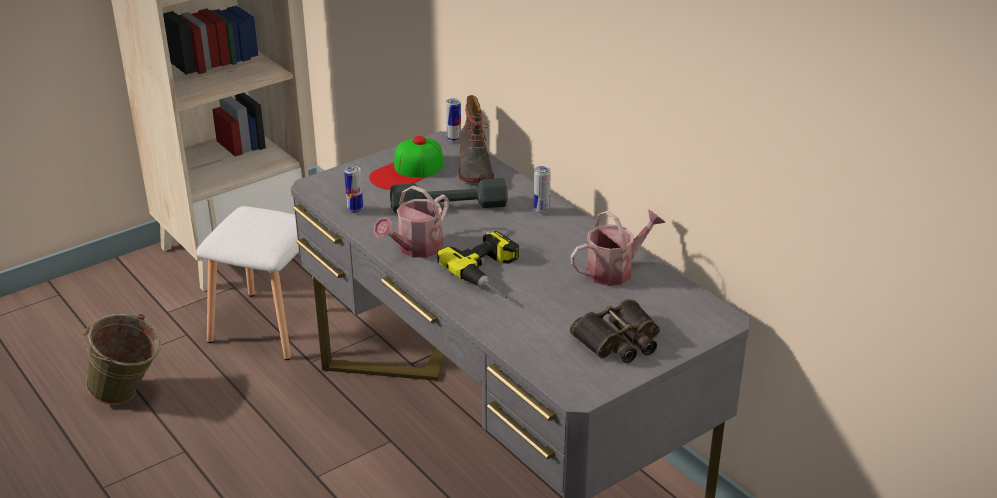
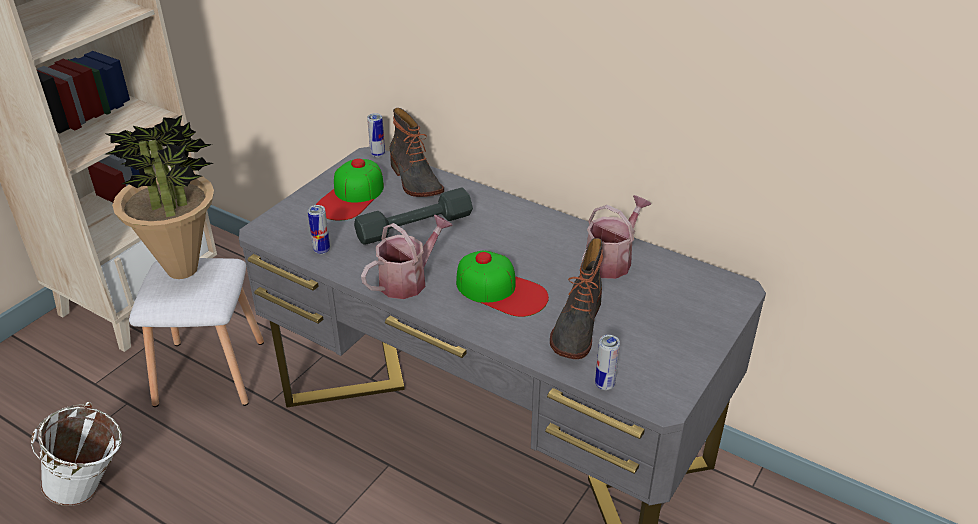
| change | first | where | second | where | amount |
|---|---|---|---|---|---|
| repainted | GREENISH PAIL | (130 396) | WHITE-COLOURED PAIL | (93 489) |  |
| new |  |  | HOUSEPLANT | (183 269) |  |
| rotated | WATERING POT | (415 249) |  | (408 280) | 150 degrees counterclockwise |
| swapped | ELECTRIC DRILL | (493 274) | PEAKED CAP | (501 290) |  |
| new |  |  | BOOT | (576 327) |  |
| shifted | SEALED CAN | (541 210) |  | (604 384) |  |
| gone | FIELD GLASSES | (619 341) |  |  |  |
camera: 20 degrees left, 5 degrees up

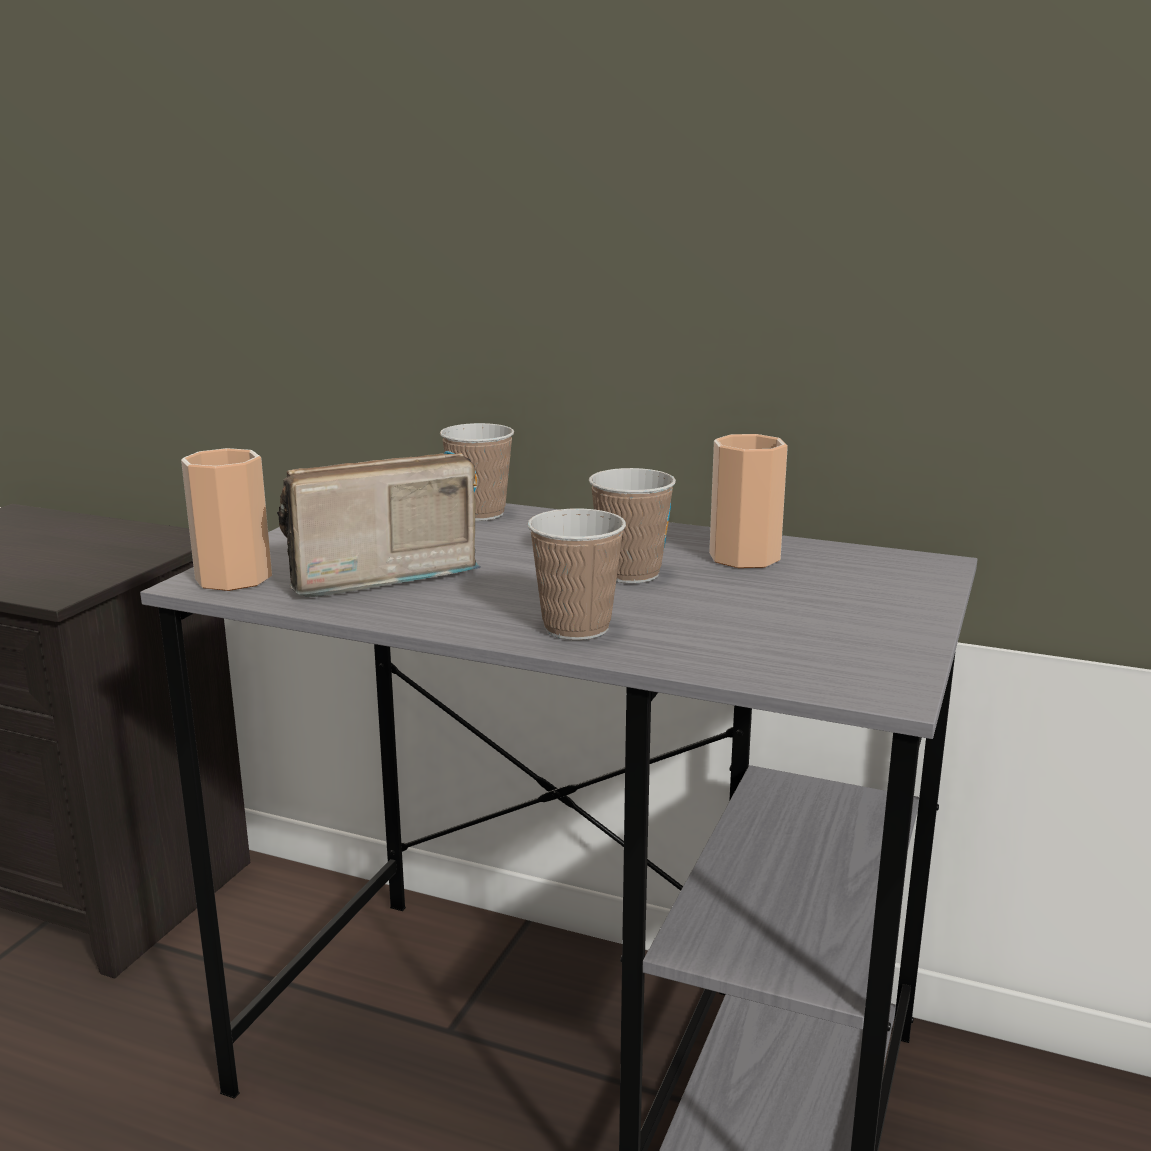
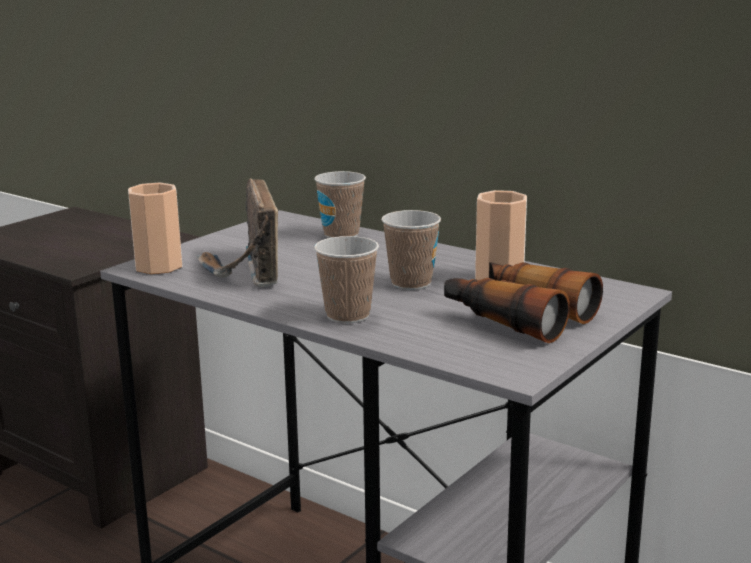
| change | first | where | second | where | amount |
|---|---|---|---|---|---|
| rotated | RADIO RECEIVER | (372 575) |  | (244 271) | 90 degrees counterclockwise |
| new |  |  | FIELD GLASSES | (517 316) |  |
camera: 15 degrees right, 0 degrees up

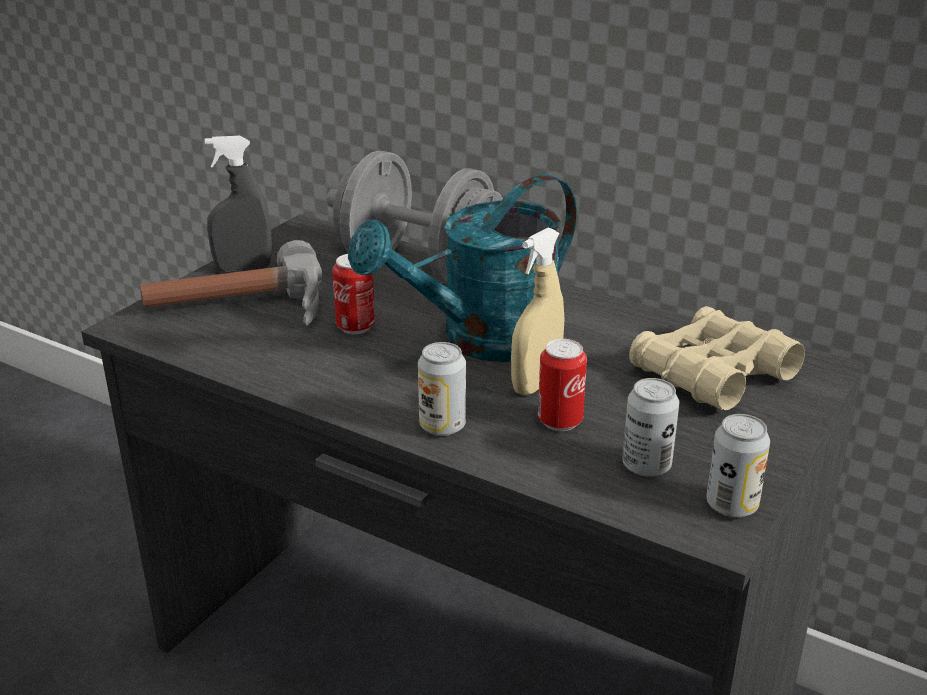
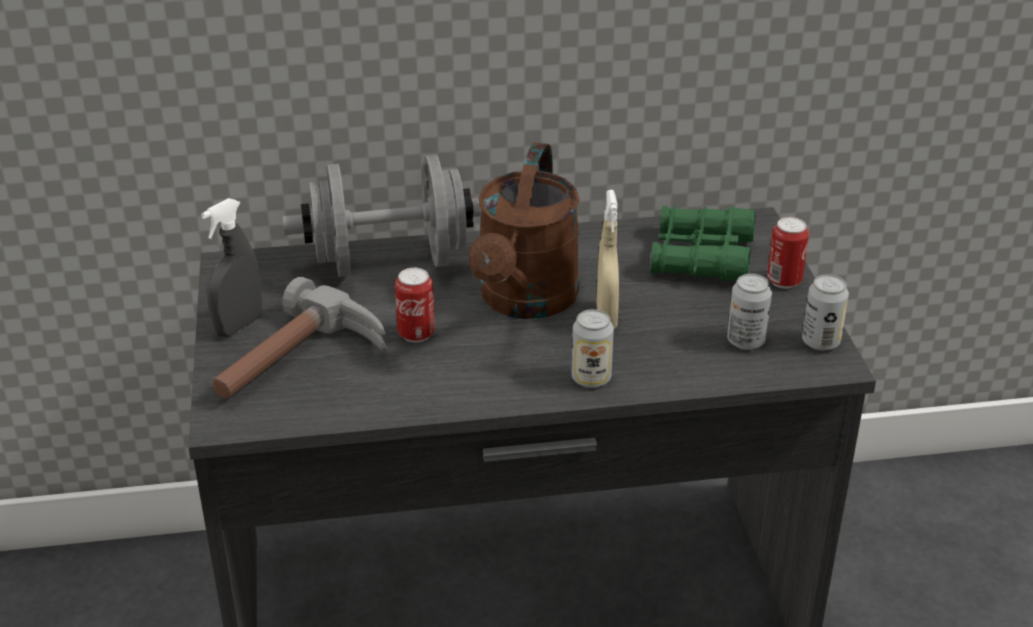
| change | first | where | second | where | amount |
|---|---|---|---|---|---|
| repainted | BLUE-GREEN WATERING POT | (482 341) | BROWNISH WATERING POT | (525 302) |  |
| repainted | BEIGE FIELD GLASSES | (712 374) | GREENISH FIELD GLASSES | (701 257) |  |
| shifted | SEALED CAN | (560 421) |  | (784 281) |  |
camera: 40 degrees left, 5 degrees up

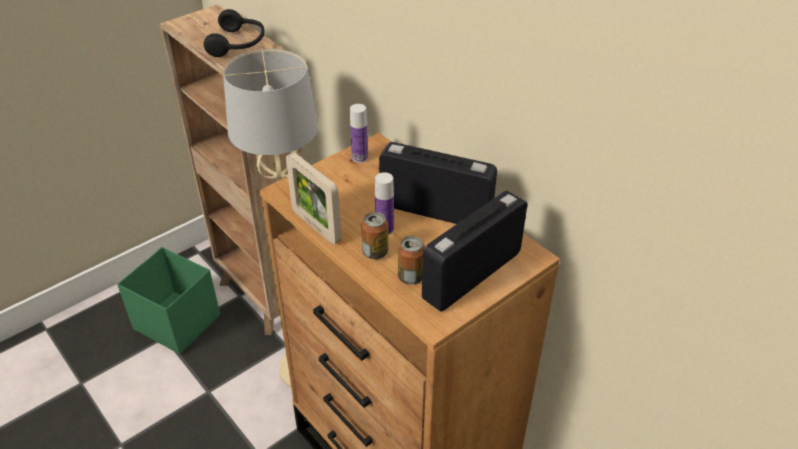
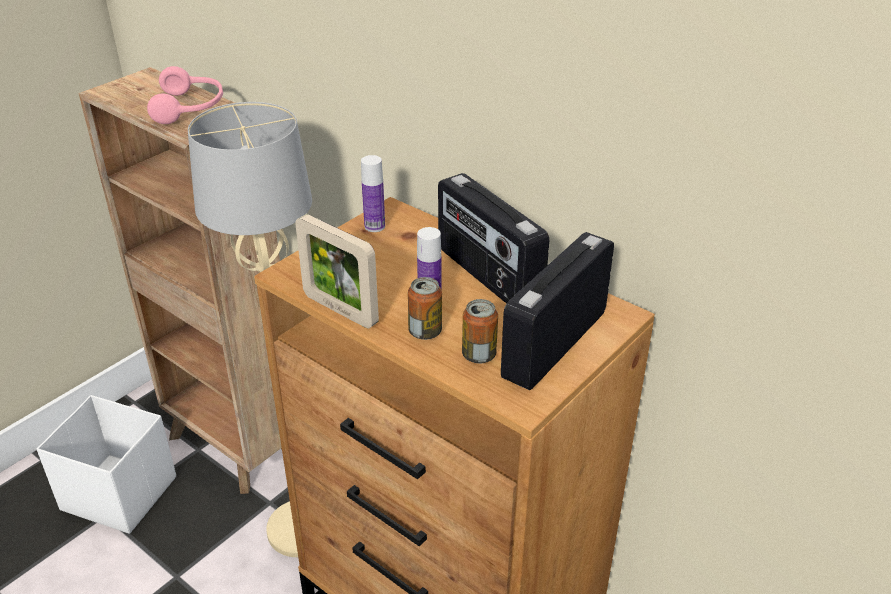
| change | first | where | second | where | amount |
|---|---|---|---|---|---|
| repainted | GREENISH STORAGE CONTAINER | (177 321) | WHITE-COLOURED STORAGE CONTAINER | (118 493) |  |
| repainted | BLACK-COLOURED HEADPHONES | (239 44) | PINK HEADPHONES | (190 108) |  |
| rotated | RADIO RECEIVER | (436 210) |  | (487 276) | 135 degrees counterclockwise |
camera: 10 degrees left, 5 degrees down

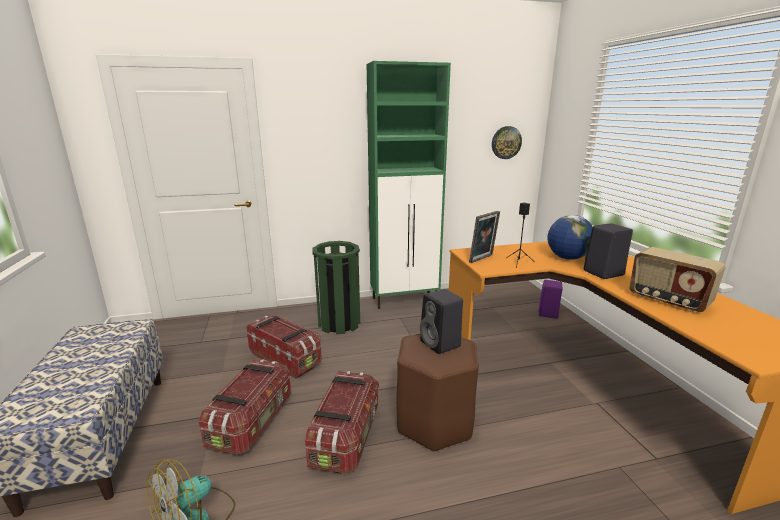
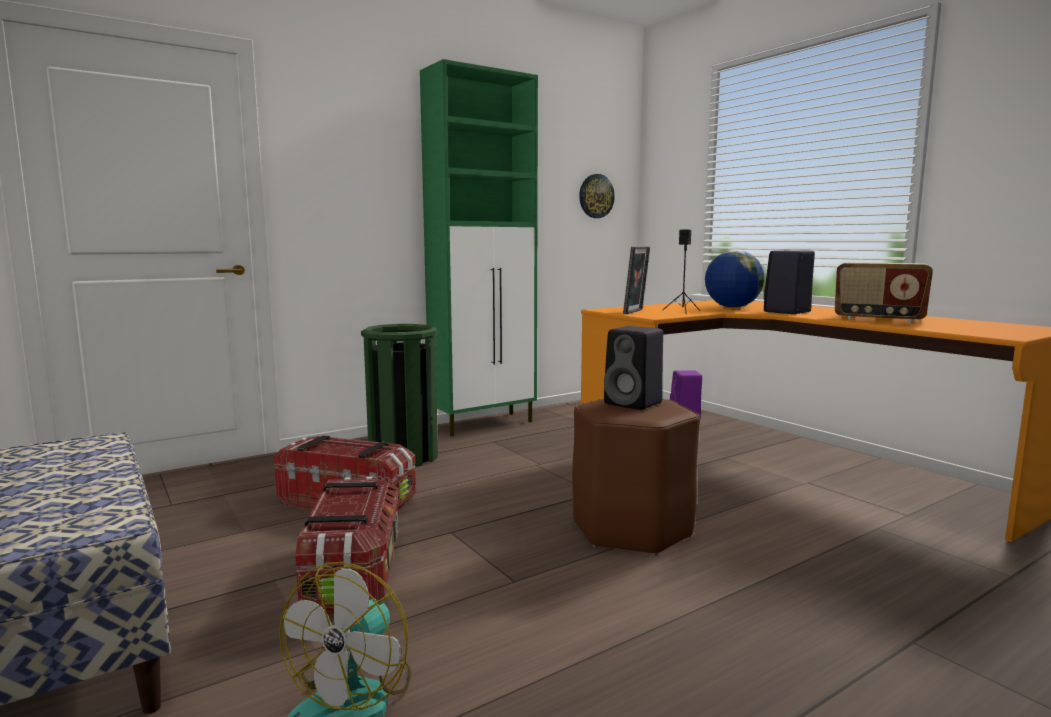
| change | first | where | second | where | amount |
|---|---|---|---|---|---|
| gone | STORAGE CONTAINER | (346 436) |  |  |  |
camera: 20 degrees left, 10 degrees down

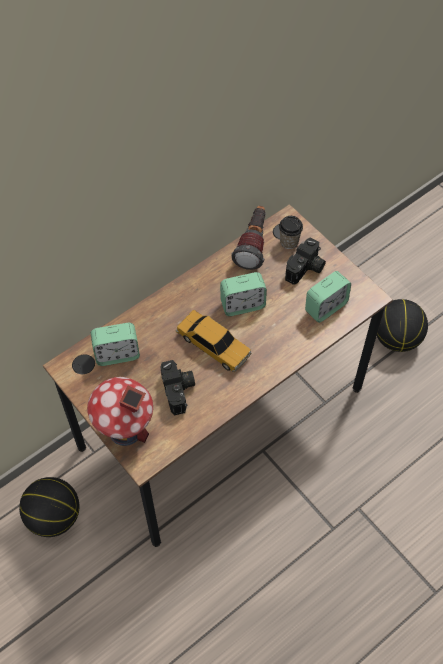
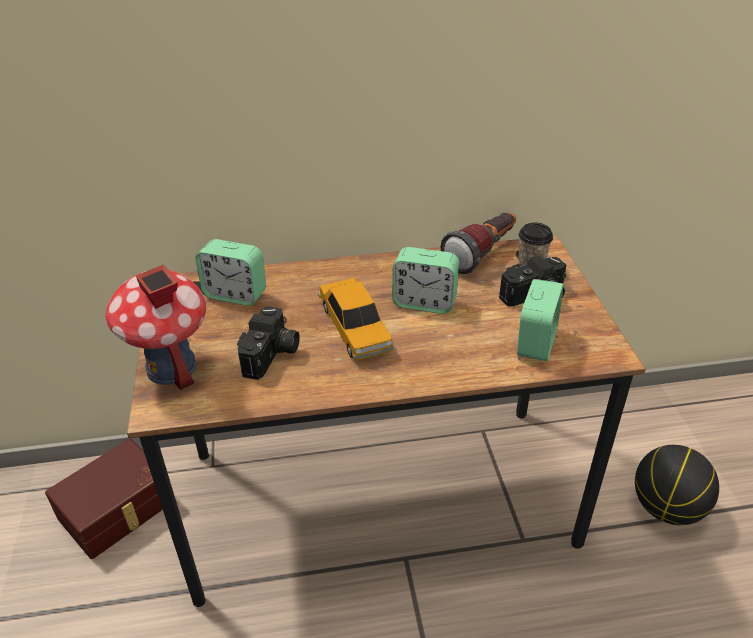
| change | first | where | second | where | amount |
|---|---|---|---|---|---|
| swapped | BASKETBALL | (54 516) | BROWNISH STORAGE CONTAINER | (118 511) |  |
| rotated | BEDSIDE CLOCK | (325 307) |  | (536 342) | 60 degrees counterclockwise |
camera: 30 degrees right, 20 degrees down

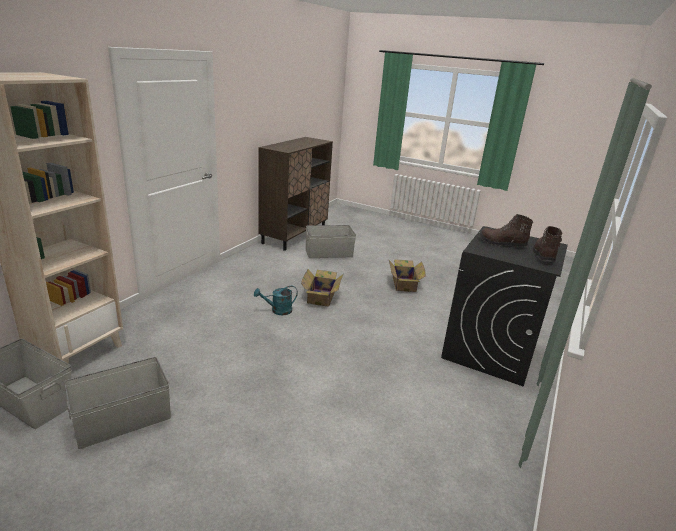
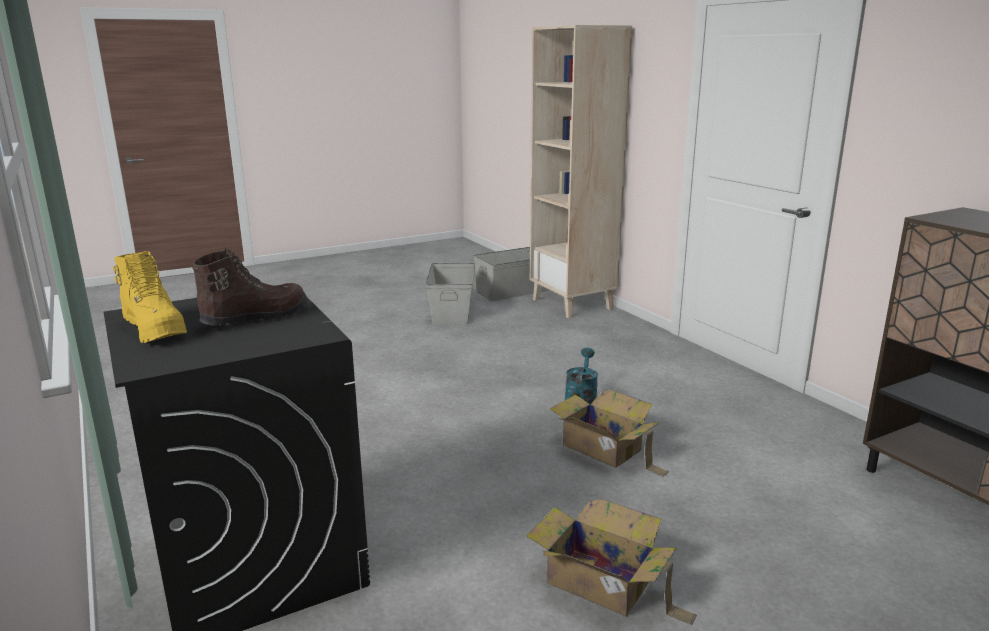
| change | first | where | second | where | amount |
|---|---|---|---|---|---|
| repainted | BROWNISH BOOT | (543 255) | YELLOW-COLOURED BOOT | (155 330) |  |
| gone | GREY STORAGE CONTAINER | (329 253) |  |  |  |
camera: 125 degrees right, 5 degrees down

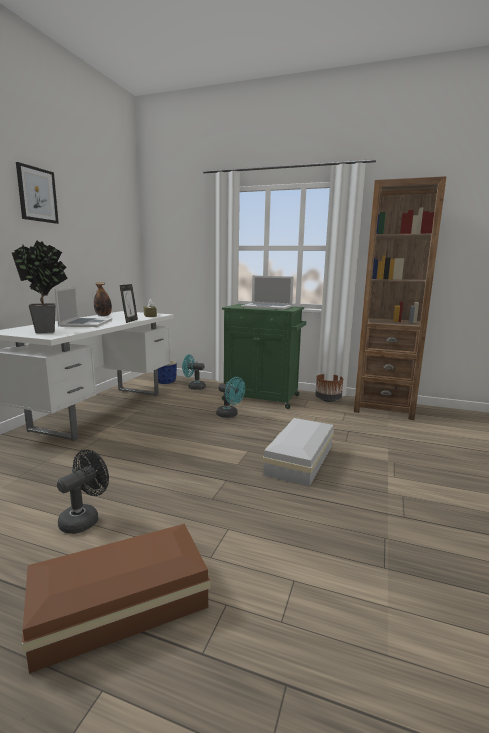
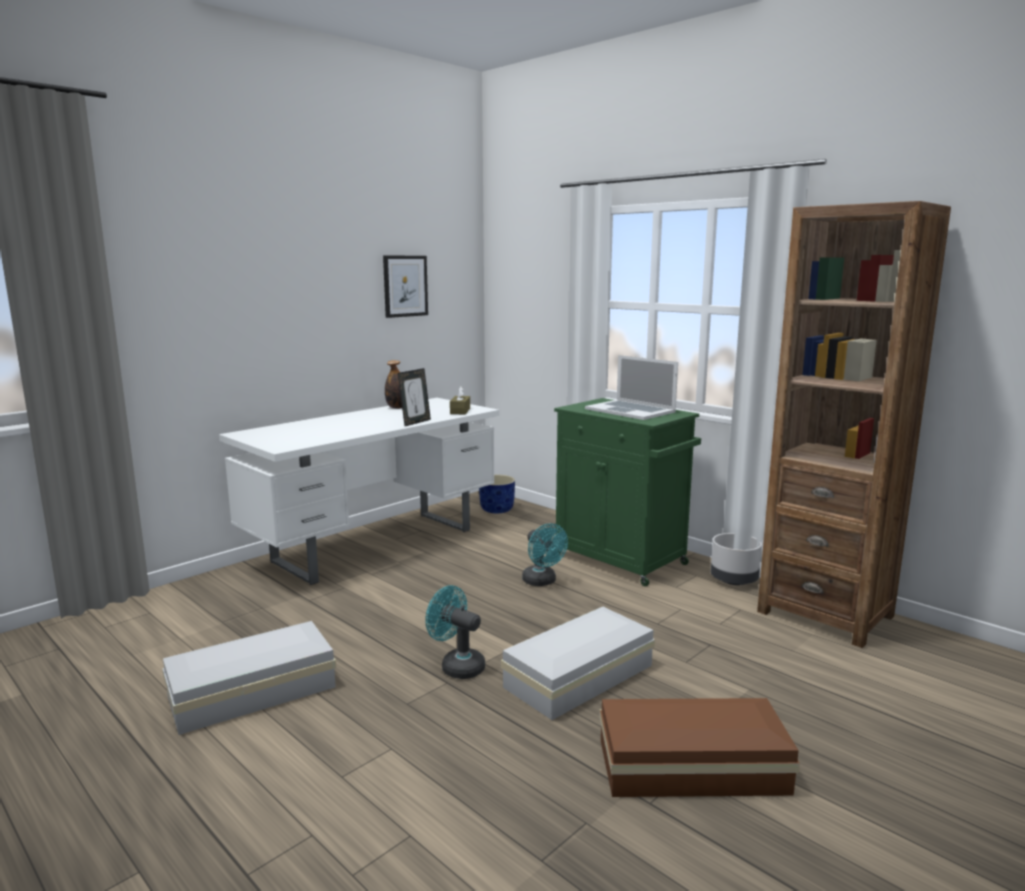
| change | first | where | second | where | amount |
|---|---|---|---|---|---|
| swapped | BLACK-COLOURED COOLING FAN | (84 519) | WHITE-COLOURED STORAGE CONTAINER | (249 691) |  |
| shifted | WALL PICTURE | (37 194) |  | (405 286) |  |
| shifted | BLUE-GREEN COOLING FAN | (193 387) |  | (457 666) |  |
| shifted | BROWNISH STORAGE CONTAINER | (123 606) |  | (695 768) |  |
| repainted | BROWNISH PLANTER | (328 400) | GREY PLANTER | (734 581) |  |
| gone | HOUSEPLANT | (49 331) |  |  |  |
| gone | NOTEBOOK COMPUTER | (86 323) |  |  |  |
camera: 25 degrees right, 0 degrees up

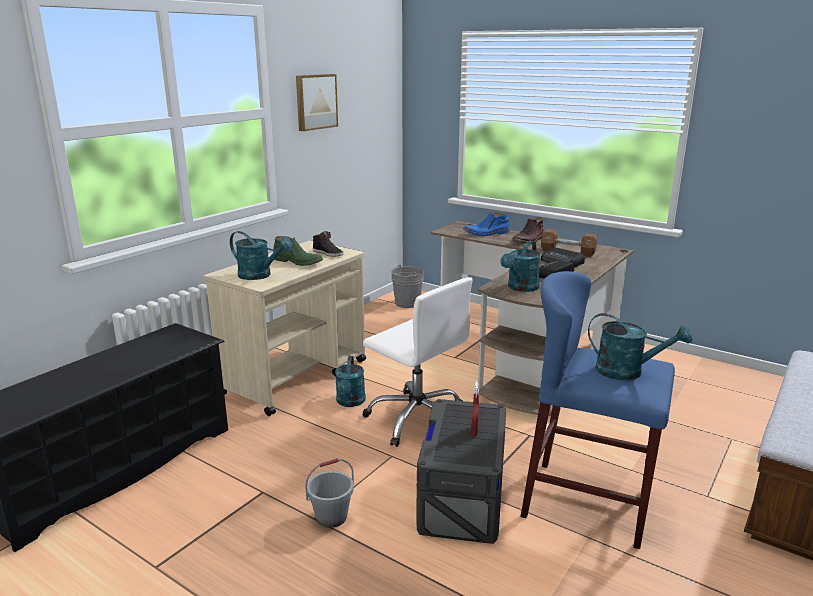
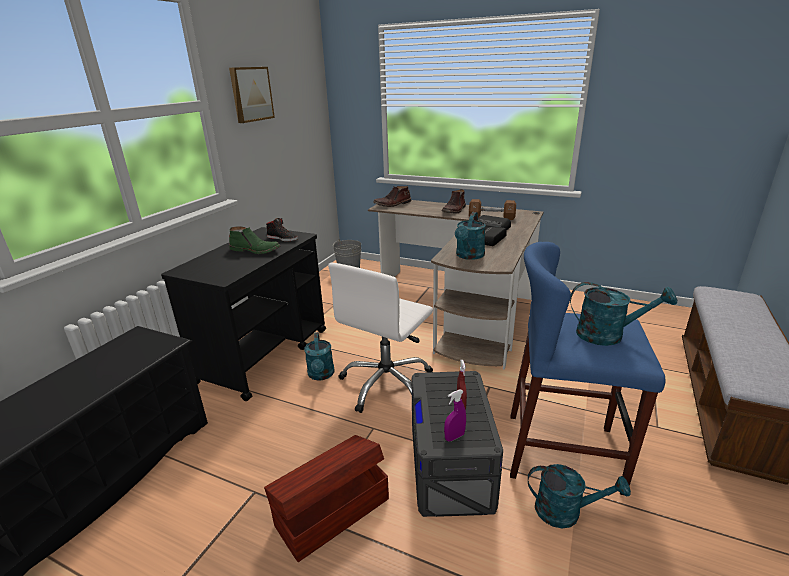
| change | first | where | second | where | amount |
|---|---|---|---|---|---|
| repainted | BEIGE CART | (296 377) | BLACK-COLOURED CART | (265 355) |  |
| swapped | GREY PAIL | (331 517) | BROWNISH STORAGE CONTAINER | (331 511) |  |
| rotated | WHITE-COLOURED OFFICE CHAIR | (417 419) |  | (387 384) | 90 degrees clockwise |
| new |  |  | BROWNISH BOOT | (393 204) |  |
| new |  |  | PURPLISH HAND SPRAYER | (454 437) |  |
| shifted | BLUE-GREEN WATERING POT | (260 275) |  | (566 511) |  |
| gone | BLUE BOOT | (486 233) |  |  |  |
camera: 10 degrees left, 5 degrees up

